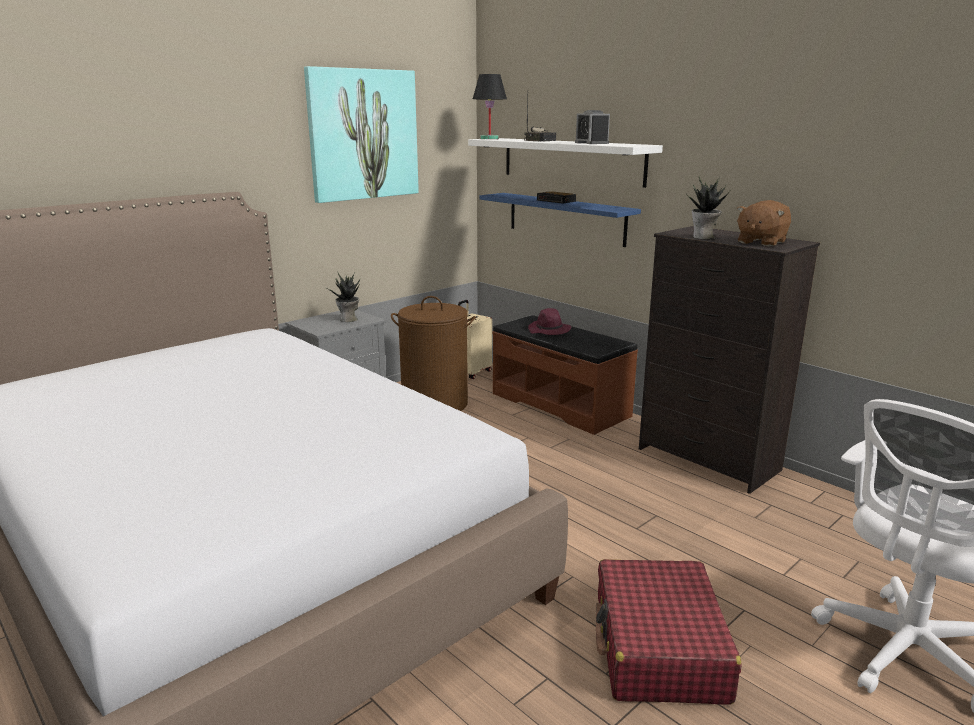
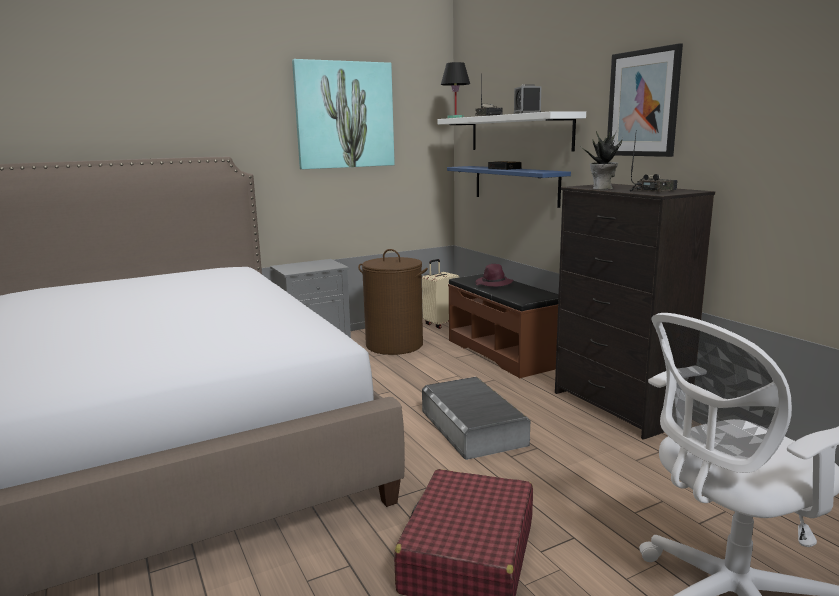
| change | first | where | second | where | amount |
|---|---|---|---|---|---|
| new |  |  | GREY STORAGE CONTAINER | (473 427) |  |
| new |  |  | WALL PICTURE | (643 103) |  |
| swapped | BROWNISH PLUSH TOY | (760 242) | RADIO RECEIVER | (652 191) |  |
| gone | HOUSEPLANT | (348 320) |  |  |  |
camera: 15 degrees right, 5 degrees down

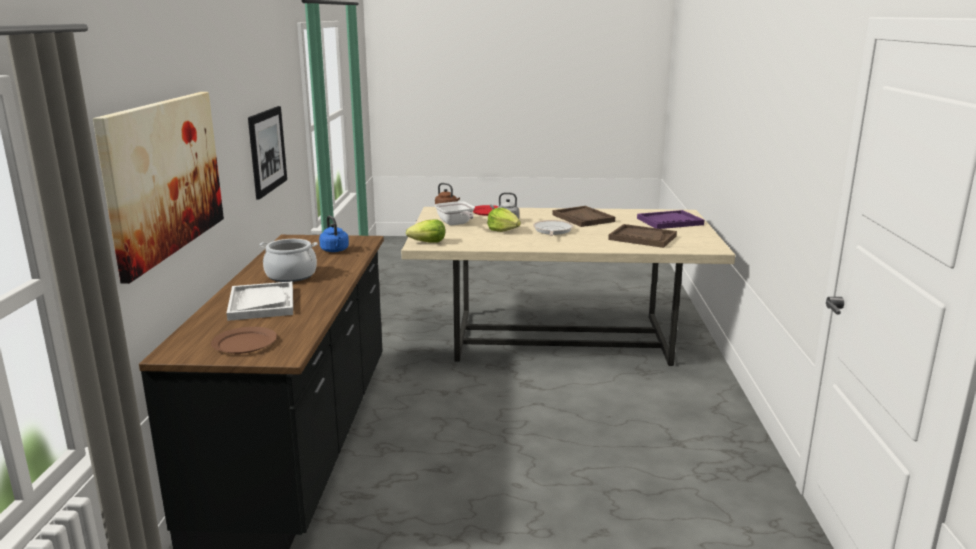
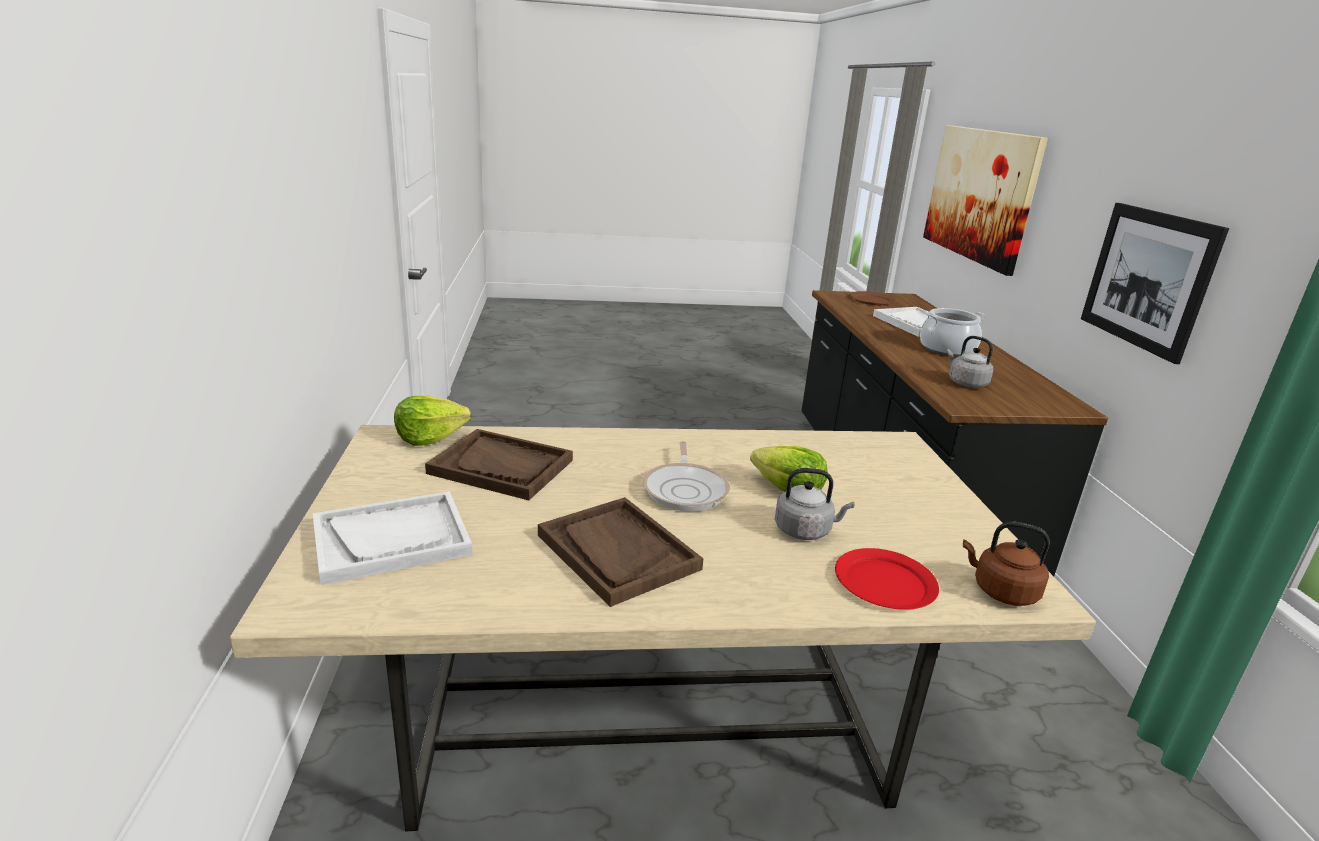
| change | first | where | second | where | amount |
|---|---|---|---|---|---|
| repainted | PURPLISH TRAY | (669 221) | WHITE-COLOURED TRAY | (392 539) |  |
| shifted | HEAD OF LETTUCE | (428 242) |  | (429 437) |  |
| repainted | BLUE KETTLE | (335 250) | GREY KETTLE | (965 383) |  |
| gone | PAN | (456 224) |  |  |  |
camera: 170 degrees right, 5 degrees up

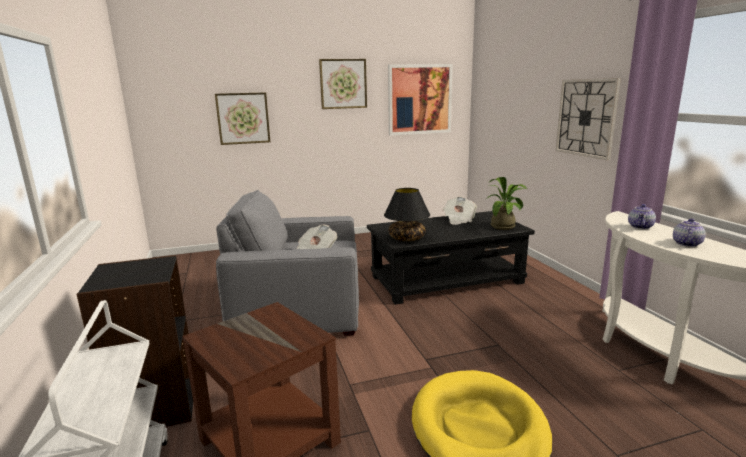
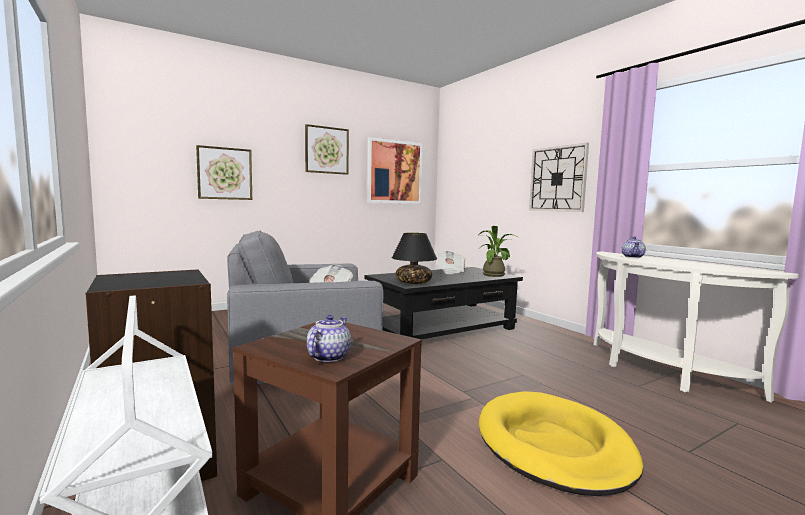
| change | first | where | second | where | amount |
|---|---|---|---|---|---|
| shifted | TEA POT | (686 243) |  | (328 356) |  |
camera: 15 degrees left, 10 degrees down

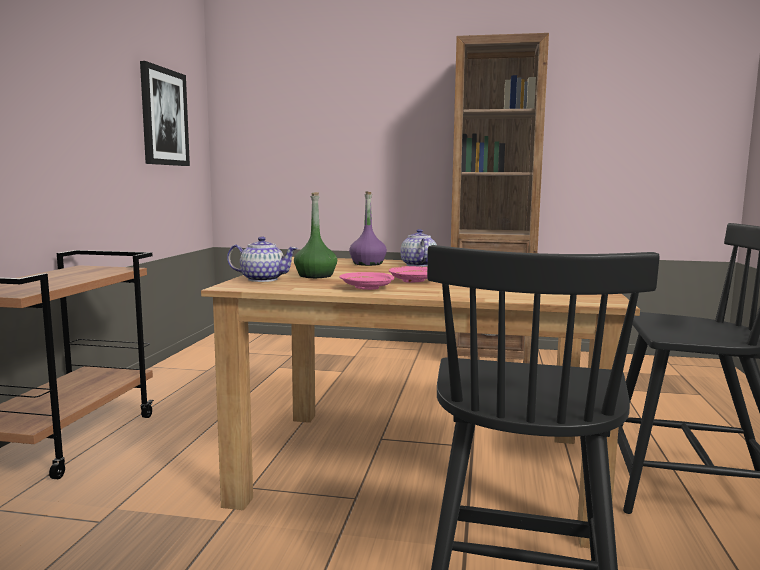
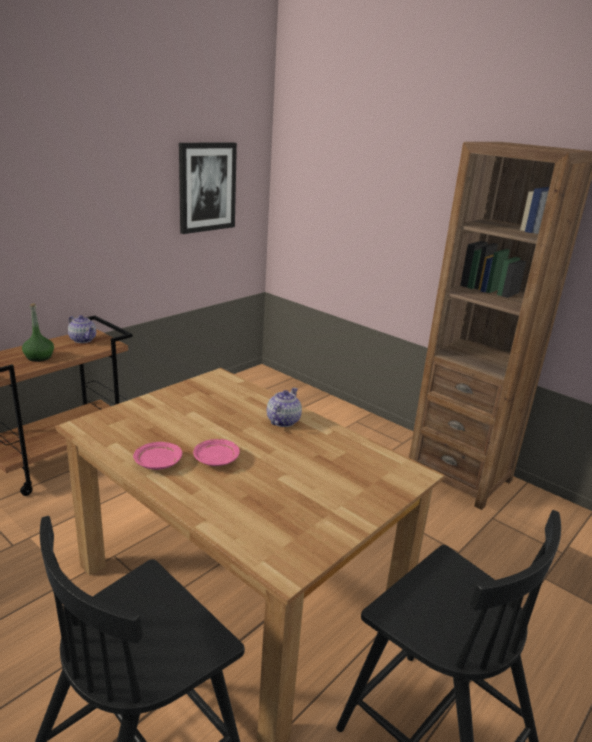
| change | first | where | second | where | amount |
|---|---|---|---|---|---|
| shifted | GREENISH DRINK BOTTLE | (315 276) |  | (39 357) |  |
| shifted | TEA POT | (262 279) |  | (83 339) |  |
| gone | PURPLISH DRINK BOTTLE | (367 263) |  |  |  |
camera: 30 degrees right, 15 degrees up

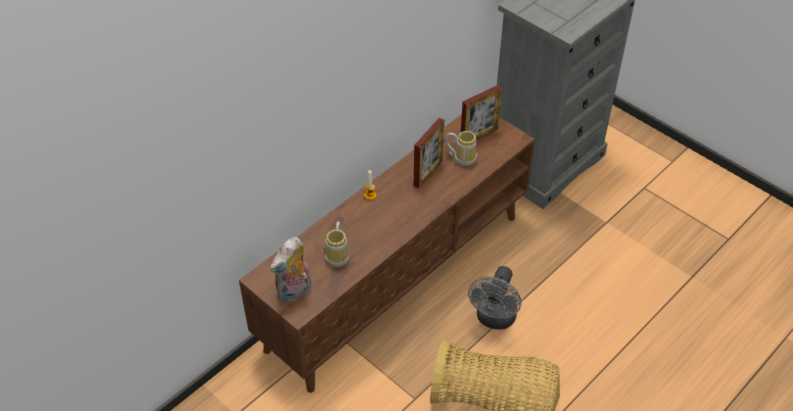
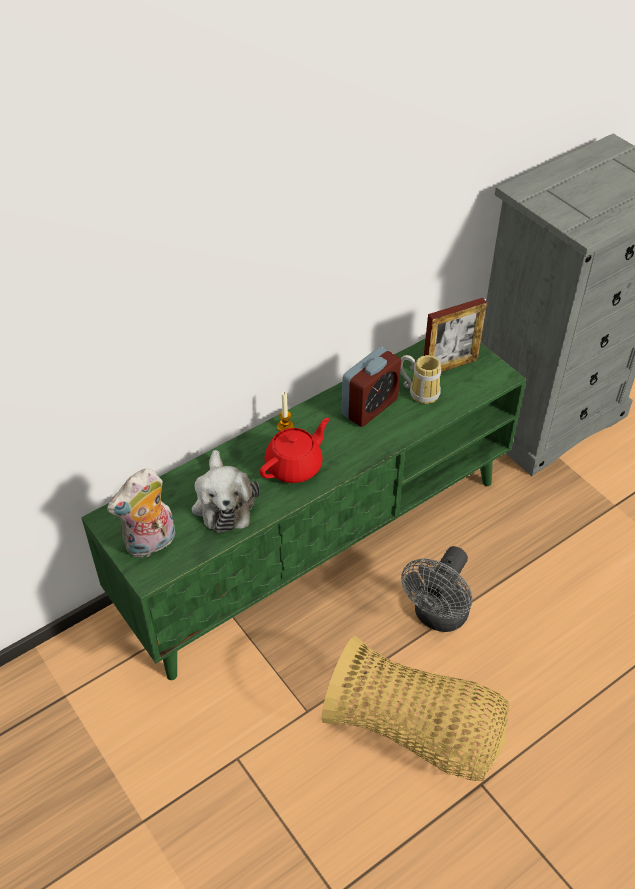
| change | first | where | second | where | amount |
|---|---|---|---|---|---|
| repainted | BROWNISH MEDIA CONSOLE | (396 279) | GREENISH MEDIA CONSOLE | (317 543) |  |
| swapped | TEA MUG | (339 255) | PLUSH TOY | (223 502) |  |
| new |  |  | REDDISH TEA POT | (295 466) |  |
| swapped | PHOTO FRAME | (428 173) | BEDSIDE CLOCK | (369 407) |  |
camera: 10 degrees right, 0 degrees up

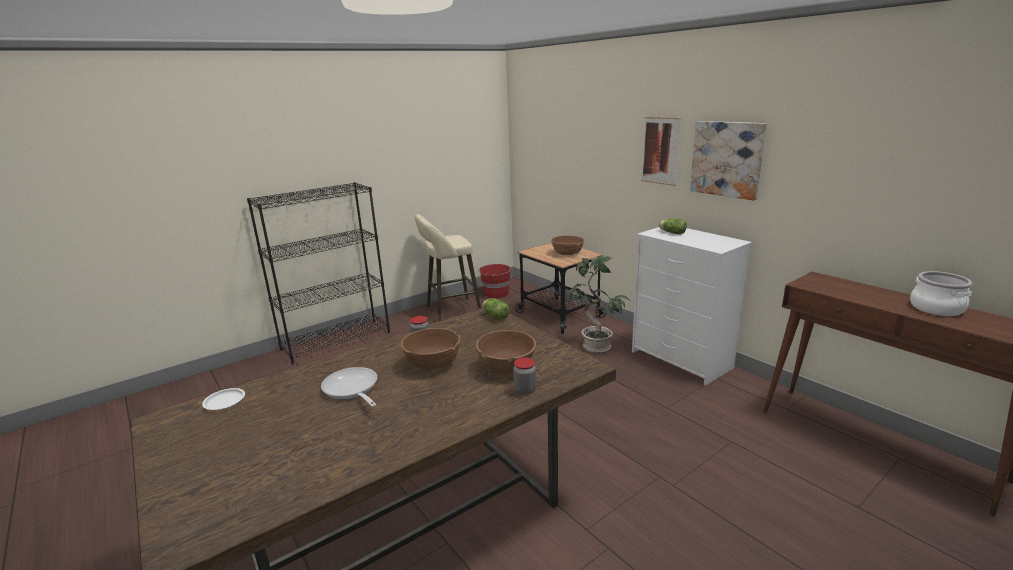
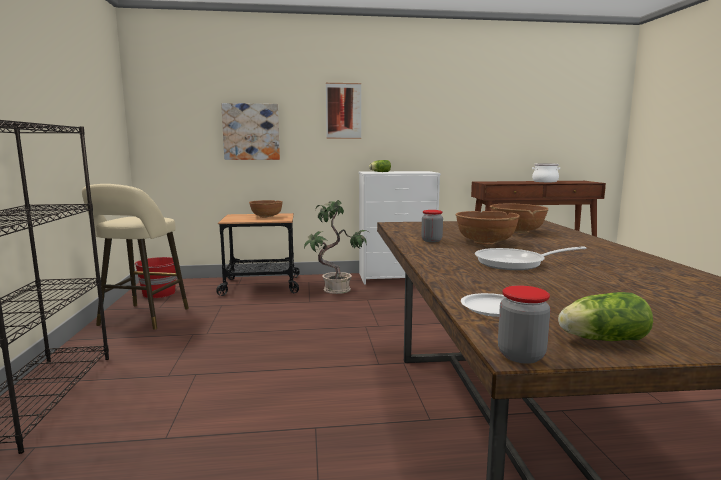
| change | first | where | second | where | amount |
|---|---|---|---|---|---|
| shifted | WALL PICTURE | (727 159) |  | (251 132) |  |
| shifted | JAR | (525 390) |  | (521 355) |  |
| shifted | HEAD OF LETTUCE | (495 316) |  | (600 339) |  |
camera: 60 degrees left, 10 degrees down

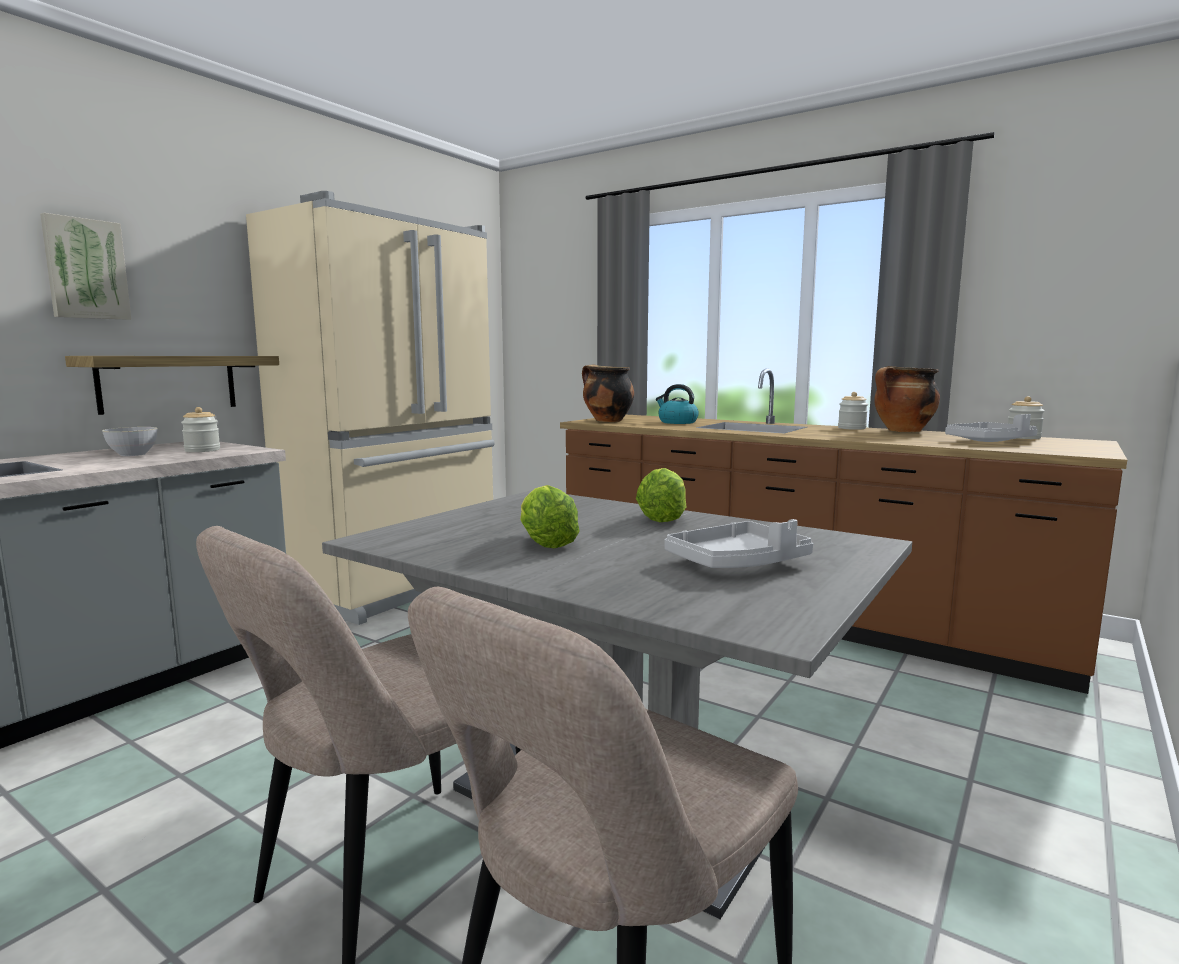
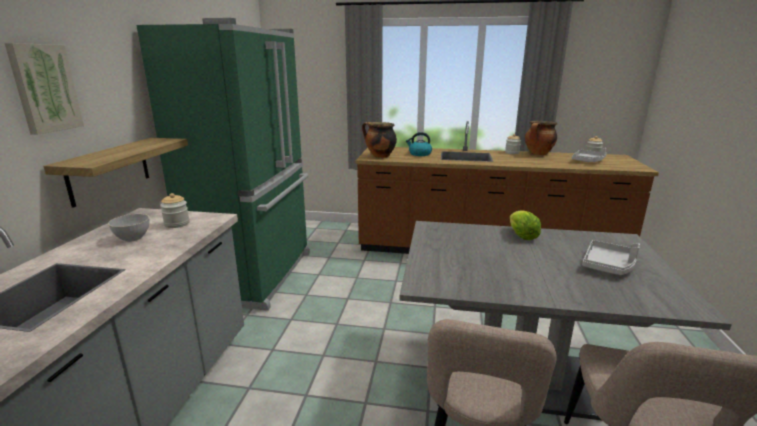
| change | first | where | second | where | amount |
|---|---|---|---|---|---|
| repainted | BEIGE KITCHEN FRIDGE | (398 586) | GREENISH KITCHEN FRIDGE | (258 275) |  |
| gone | HEAD OF LETTUCE | (545 543) |  |  |  |
camera: 25 degrees left, 10 degrees up

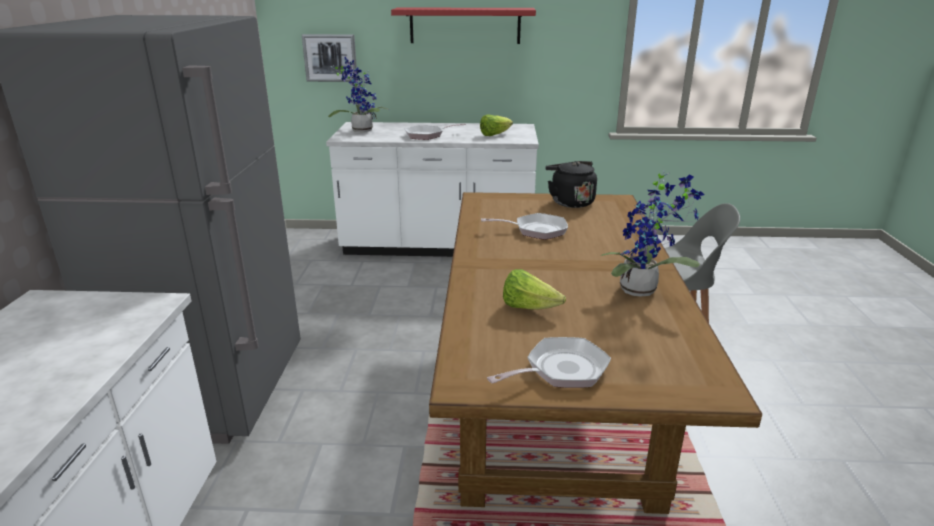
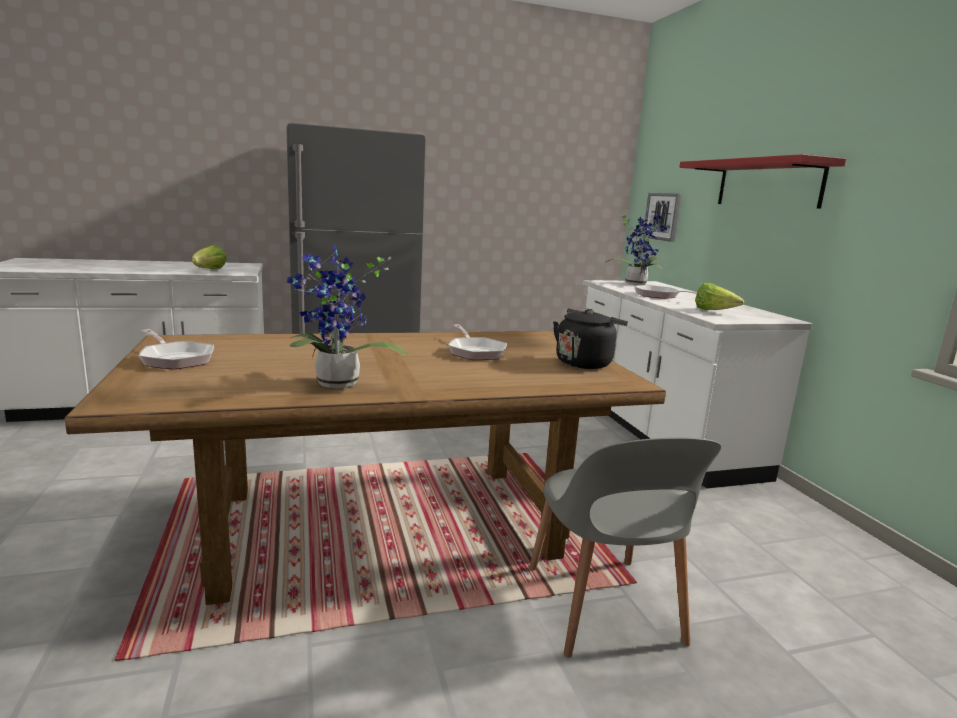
| change | first | where | second | where | amount |
|---|---|---|---|---|---|
| shifted | HEAD OF LETTUCE | (529 307) |  | (209 270) |  |
camera: 70 degrees right, 10 degrees down

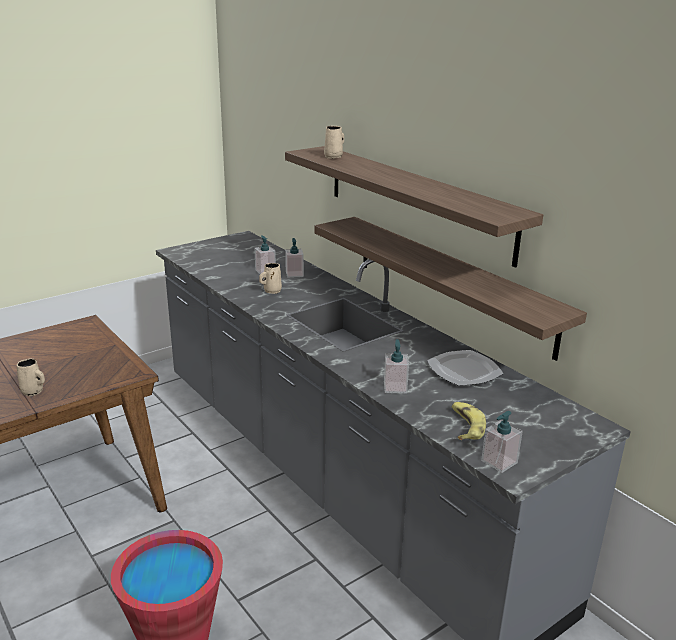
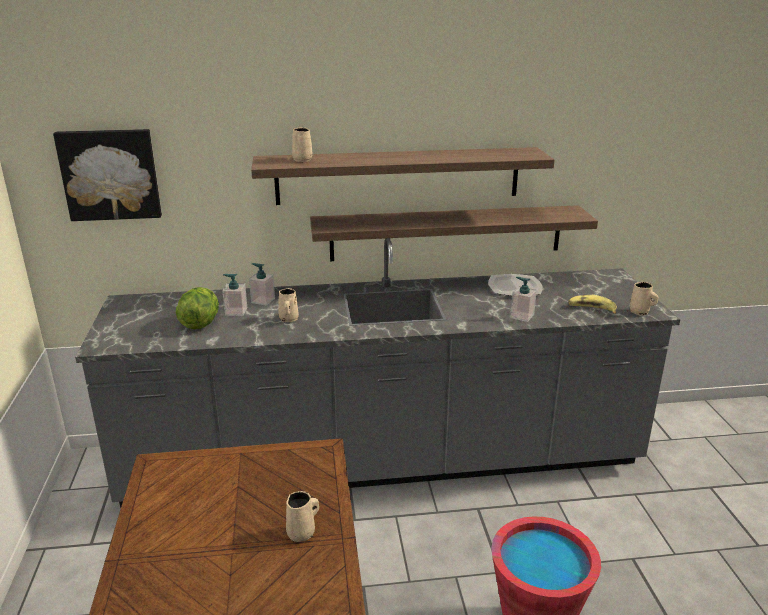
| change | first | where | second | where | amount |
|---|---|---|---|---|---|
| new |  |  | WALL PICTURE | (110 174) |  |
| new |  |  | HEAD OF LETTUCE | (200 323) |  |
| swapped | LIQUID SOAP BOTTLE | (499 462) | BEIGE TEA MUG | (640 312) |  |
camera: 60 degrees left, 0 degrees up

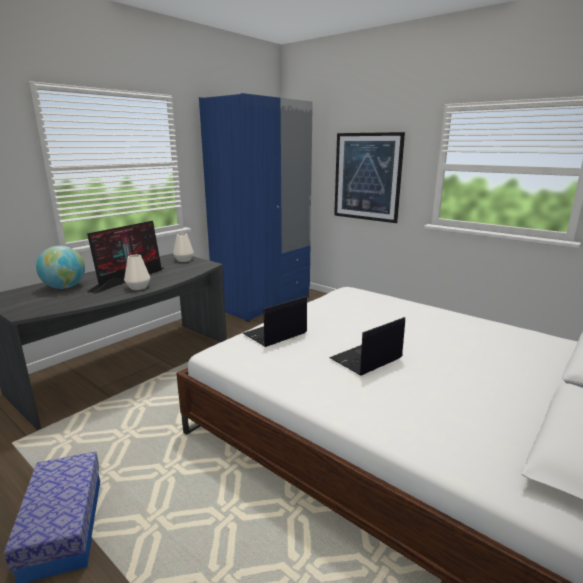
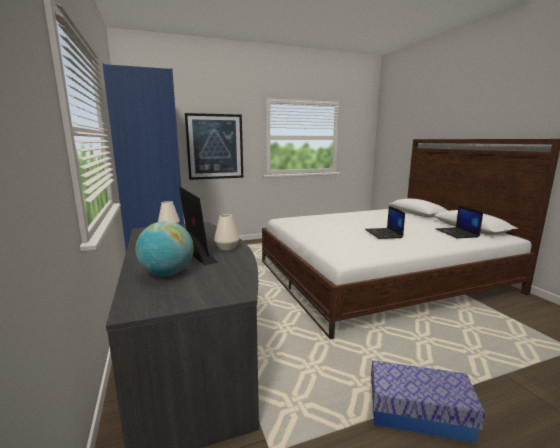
| change | first | where | second | where | amount |
|---|---|---|---|---|---|
| shifted | NOTEBOOK COMPUTER | (275 334) |  | (457 233) |  |
camera: 60 degrees left, 5 degrees down

